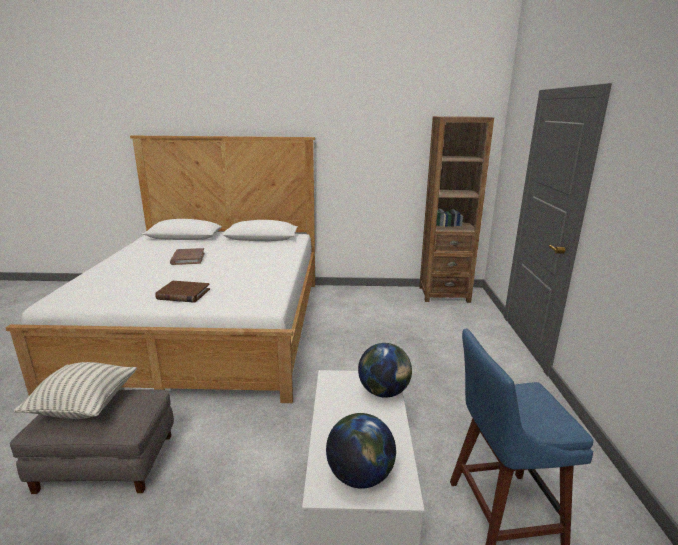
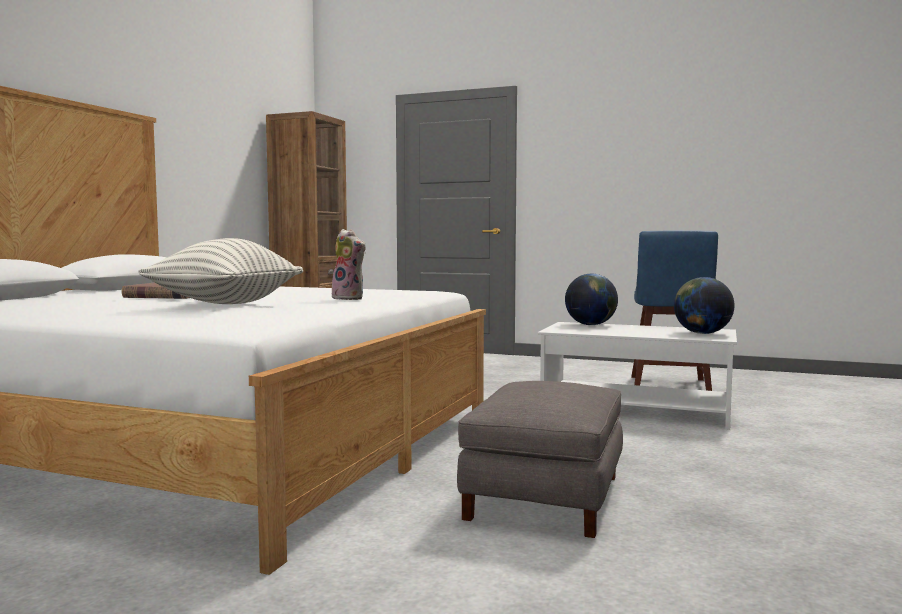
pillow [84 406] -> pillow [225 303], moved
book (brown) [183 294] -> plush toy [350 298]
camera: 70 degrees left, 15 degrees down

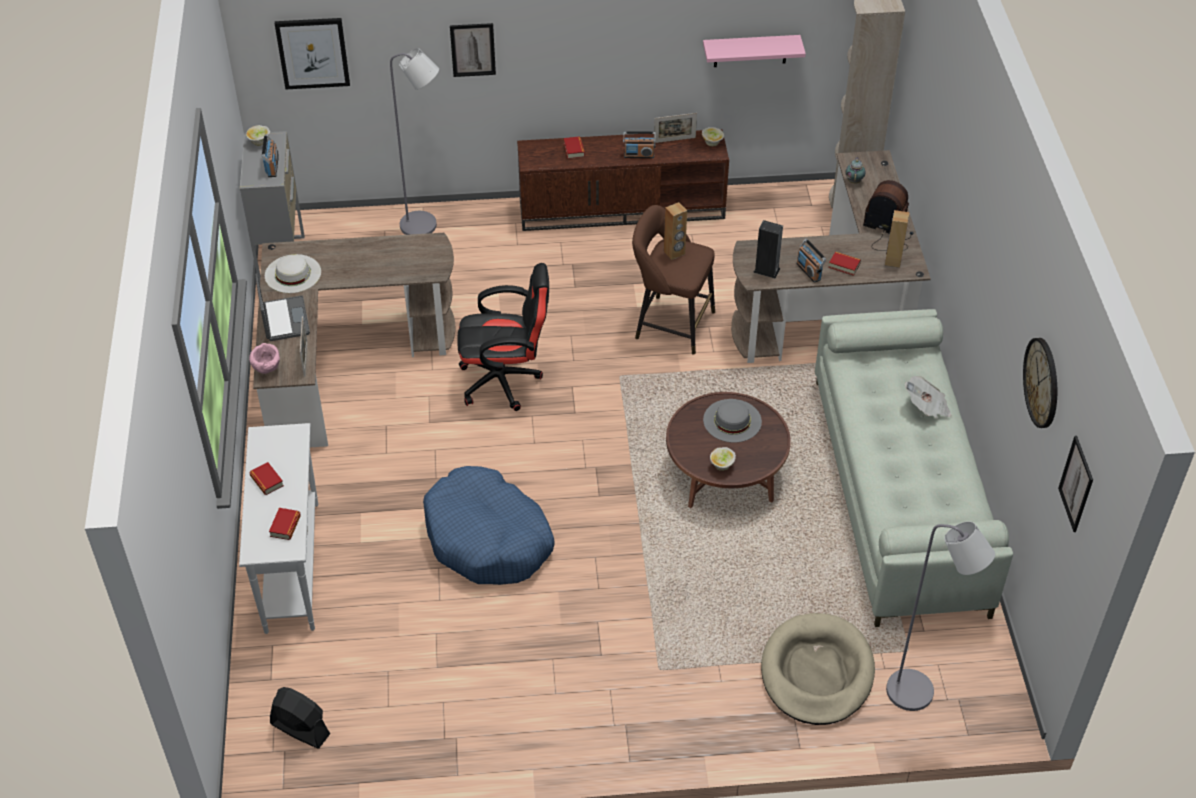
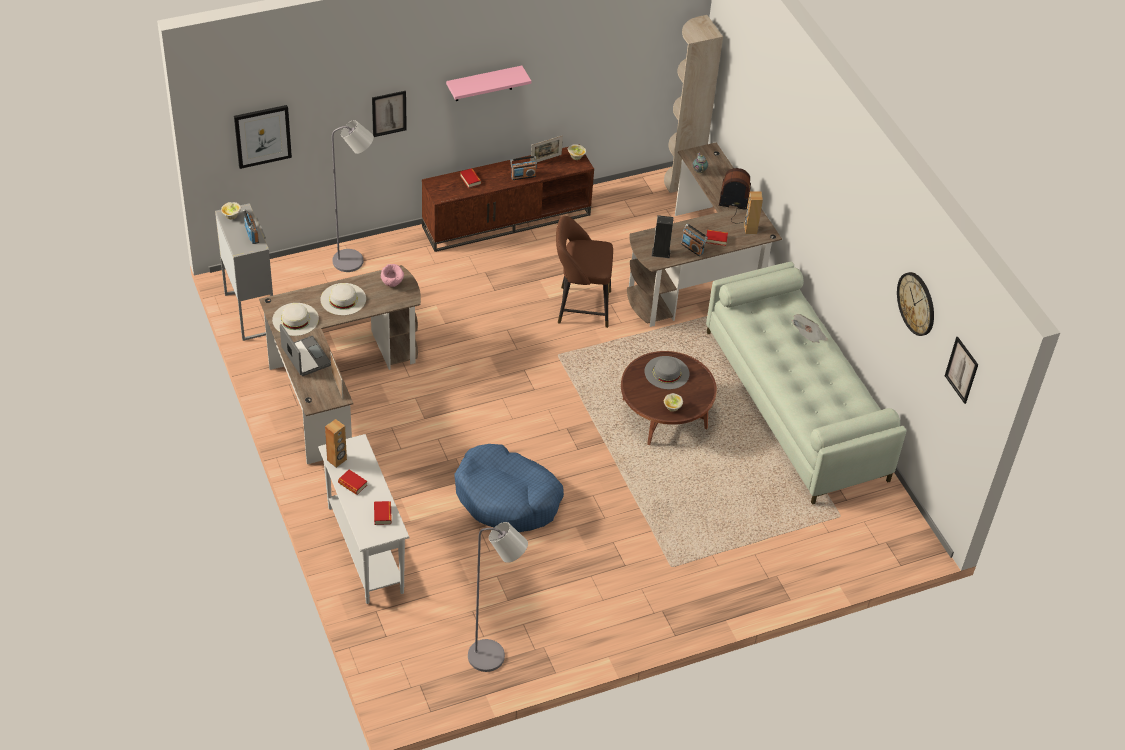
bowl (pink) [267 369] -> bowl (pink) [392 283], moved
fan (black) [300 729] -> none
office chair (black) [506 382] -> none
speaker (brown) [674 253] -> speaker (brown) [337 460], moved
shelf (pink) [750 51] -> shelf (pink) [484 83], moved
dog bed (beige) [816 672] -> none
floor lamp (grey) [918 695] -> floor lamp (grey) [493 658], moved
none -> hat (white) [343 299]
camera: 20 degrees left, 0 degrees up

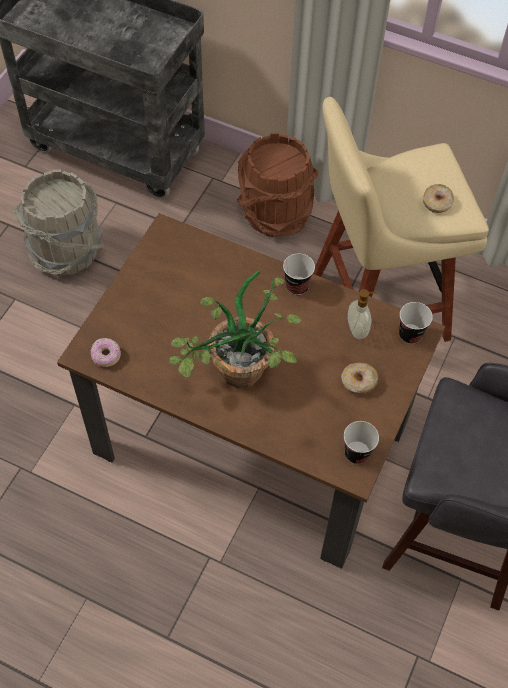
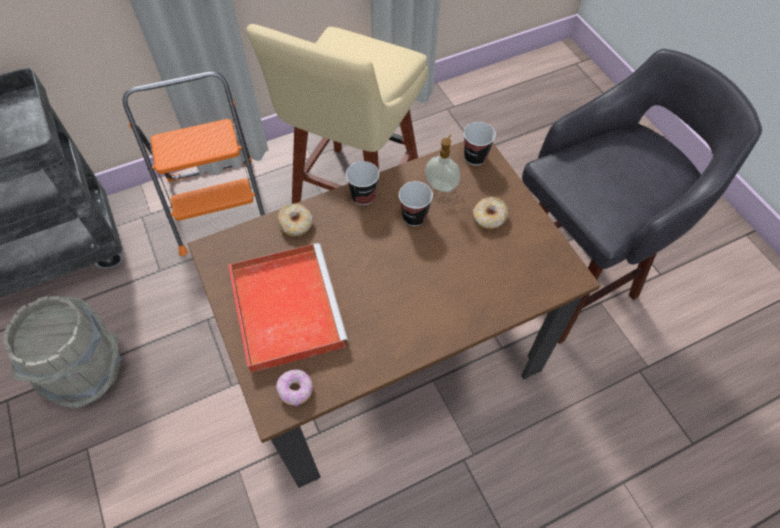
potted plant [235 380] -> none
bucket (brown) [275 214] -> step ladder (orange) [218 201]
cup [357 453] -> cup [414 217], moved
donut [437 203] -> donut [296 224], moved
none -> tray (red) [285 306]
camera: 50 degrees left, 0 degrees up

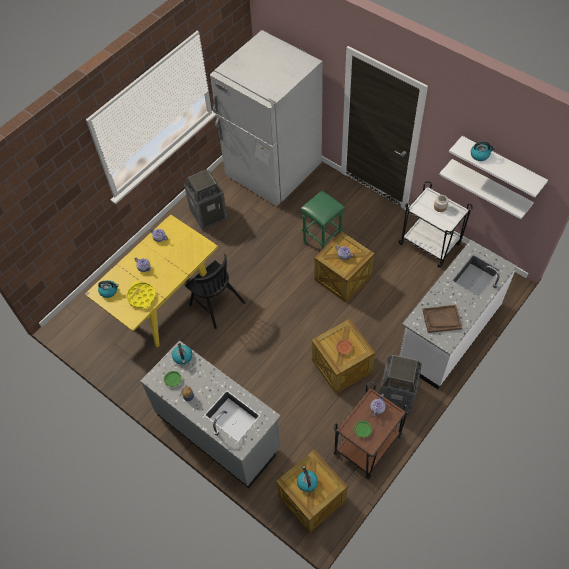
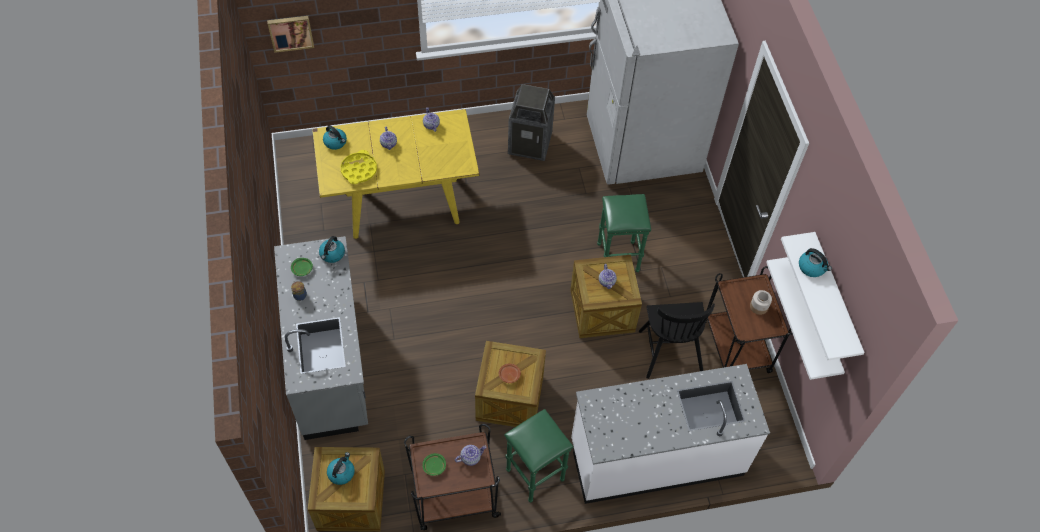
chair (black) [215 302] -> chair (black) [670 348], moved
trash can [396 395] -> stool (green) [535 473]
cart (white) [430 244] -> cart (brown) [735 348]
tray (brown) [441 319] -> none
none -> picture [290 32]
camera: 35 degrees right, 0 degrees up

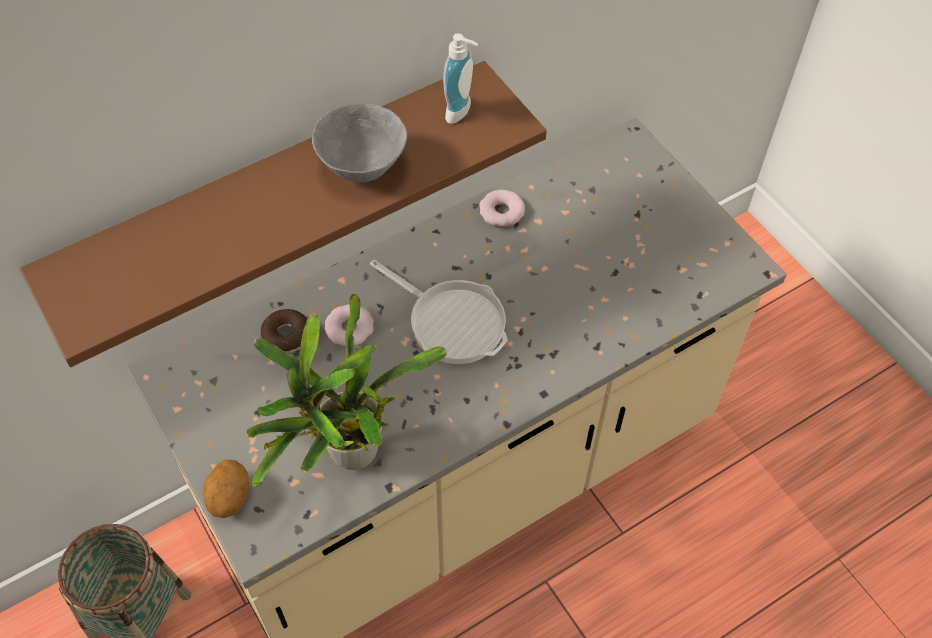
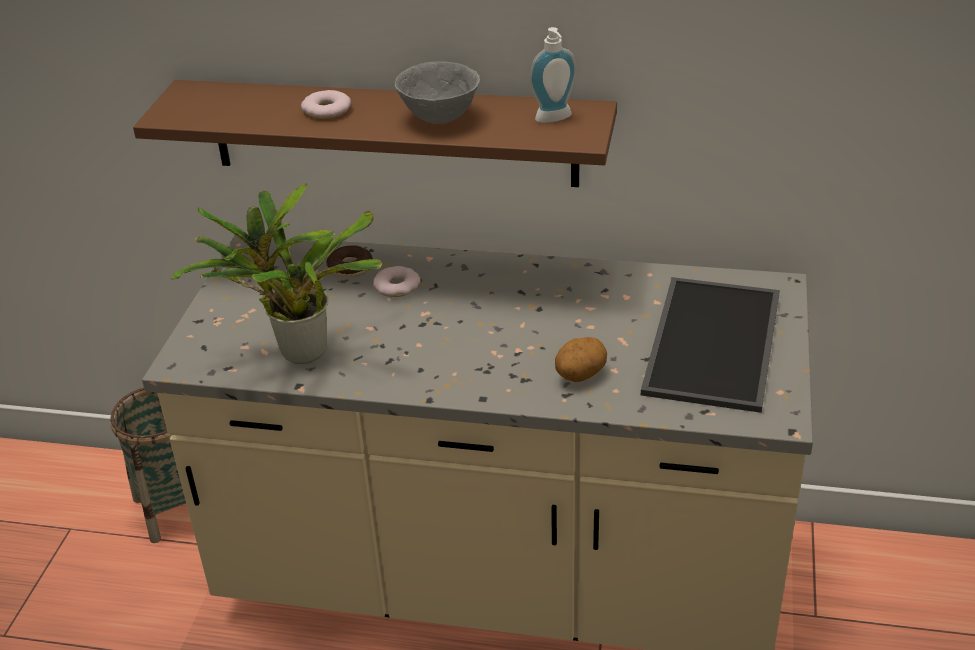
potato [229 497] -> potato [580 375], moved
frying pan [451 321] -> none
donut [501 212] -> donut [326 110], moved
none -> tray [716 344]
camera: 45 degrees right, 20 degrees down

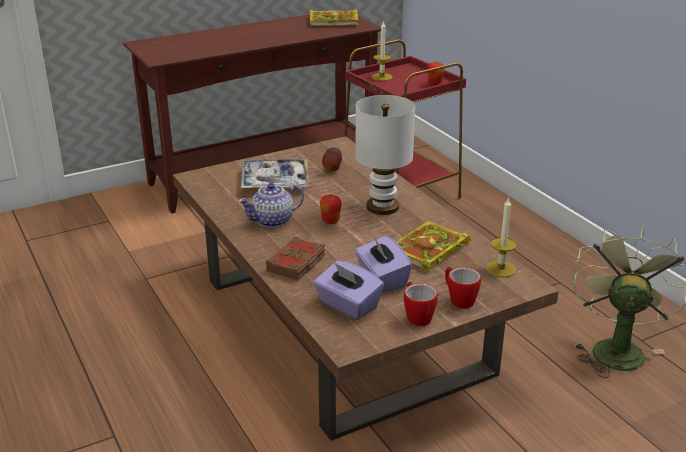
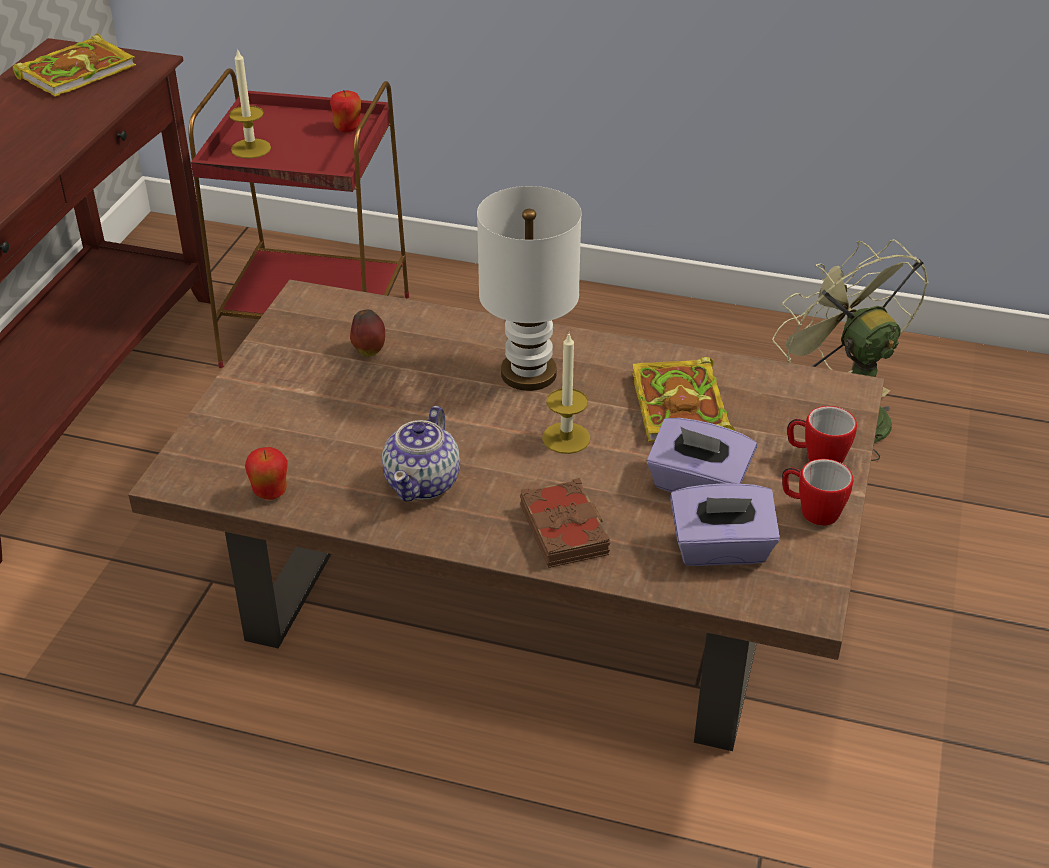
tray [274 181] -> none
apple [330 221] -> apple [270 493], moved
candle [500 269] -> candle [566 438], moved
camera: 45 degrees left, 10 degrees up

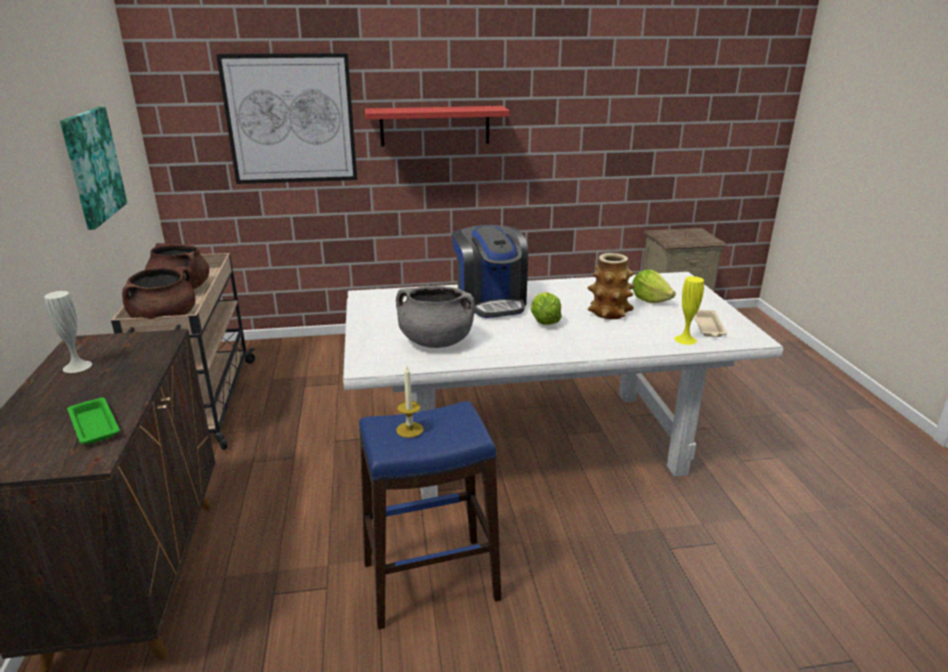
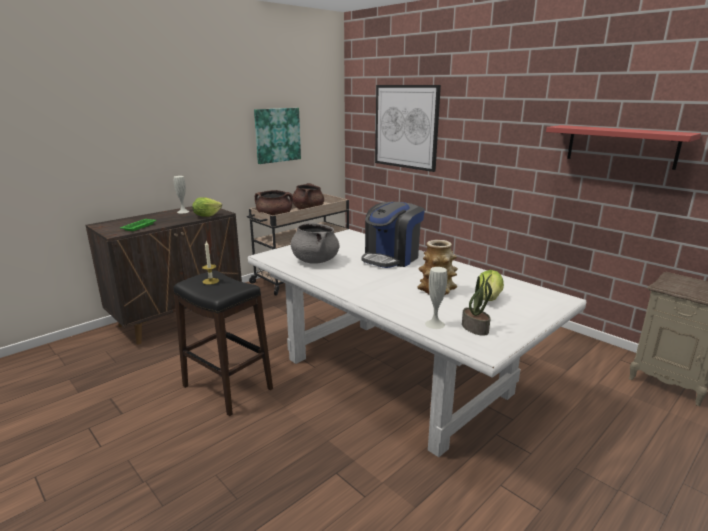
stool (blue) [430 581] -> stool (black) [227 387]
shelf (red) [435 126] -> shelf (red) [621 146], moved
lettuce [544 322] -> lettuce [206 216], moved
vase (yellow) [685 339] -> vase (white) [434 324]
tray (beige) [708 327] -> potted plant [475 328]
camera: 55 degrees right, 5 degrees down

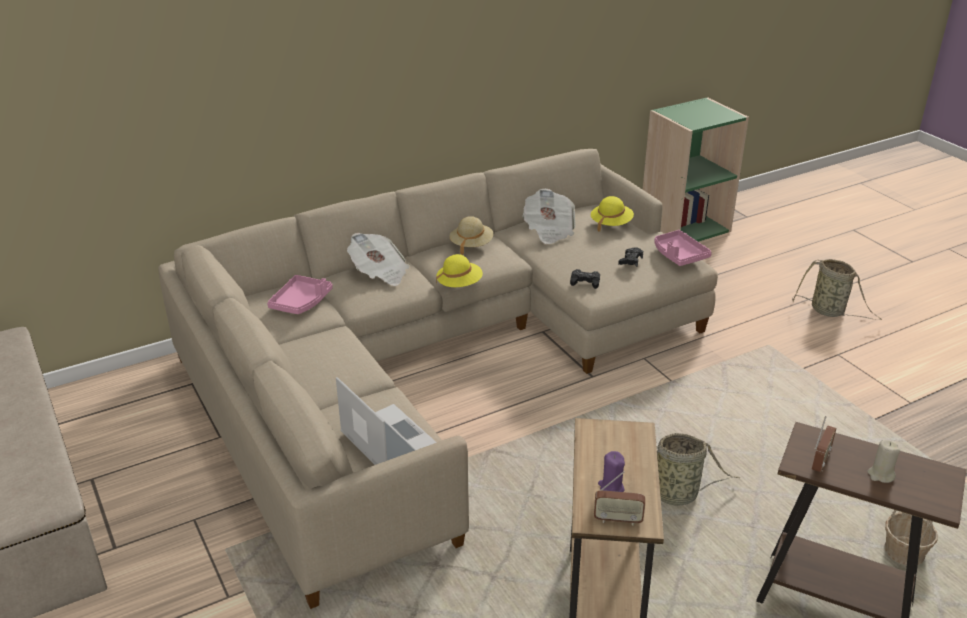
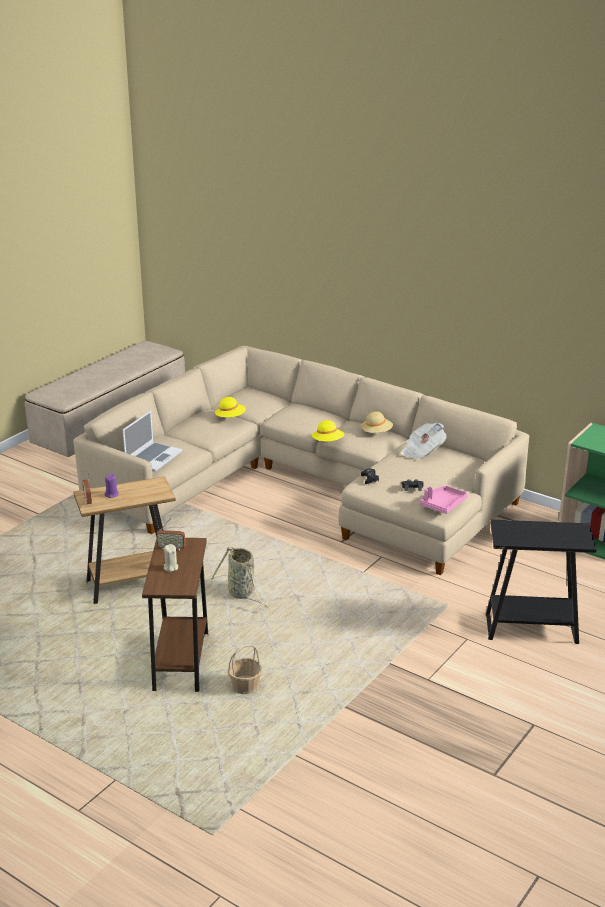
tray (pink) [301 302] -> none
newspaper [379 273] -> none
hat (yellow) [611 224] -> hat (yellow) [230 417], moved
basket [830 311] -> side table (black) [531 629]
camera: 65 degrees right, 5 degrees down

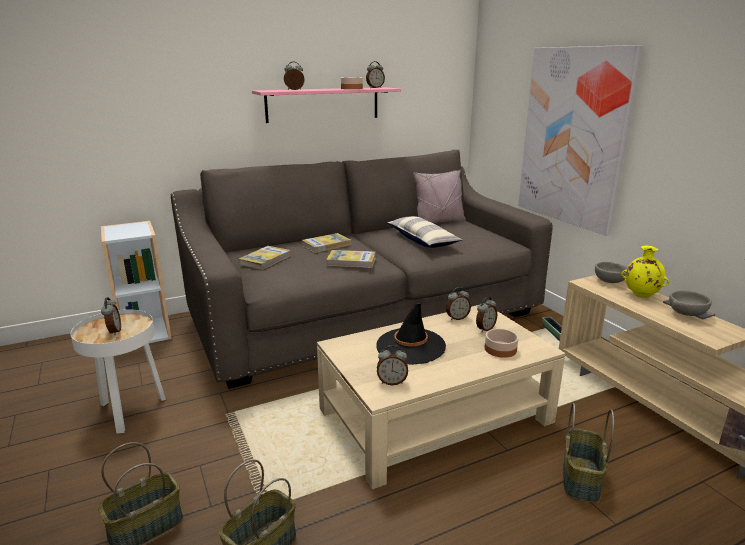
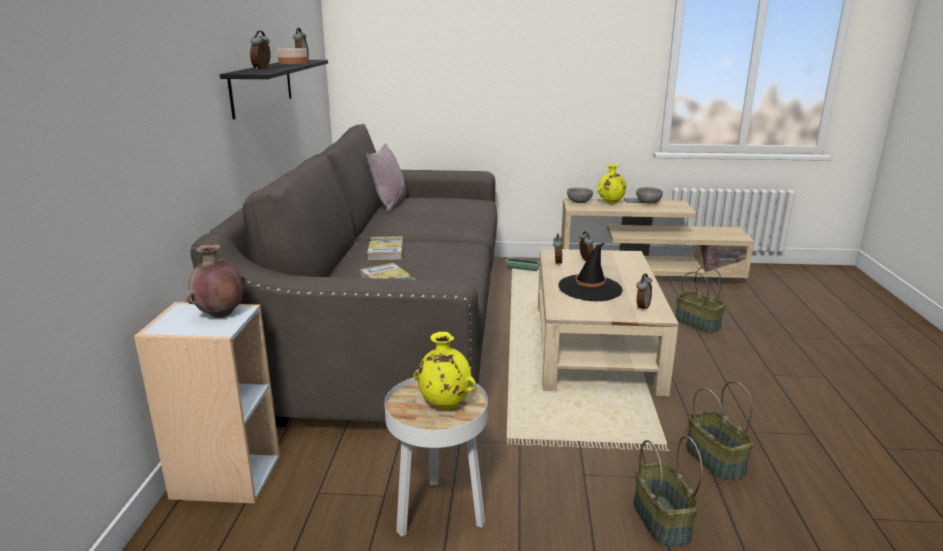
alarm clock [114 331] -> vase (yellow) [444 404]
shelf (pink) [323 104] -> shelf (black) [262 86]
book [351 261] -> none
pillow [422 240] -> none
bowl [500 349] -> none
picture [573 137] -> none
none -> vase (brown) [220 314]
camera: 60 degrees left, 0 degrees up

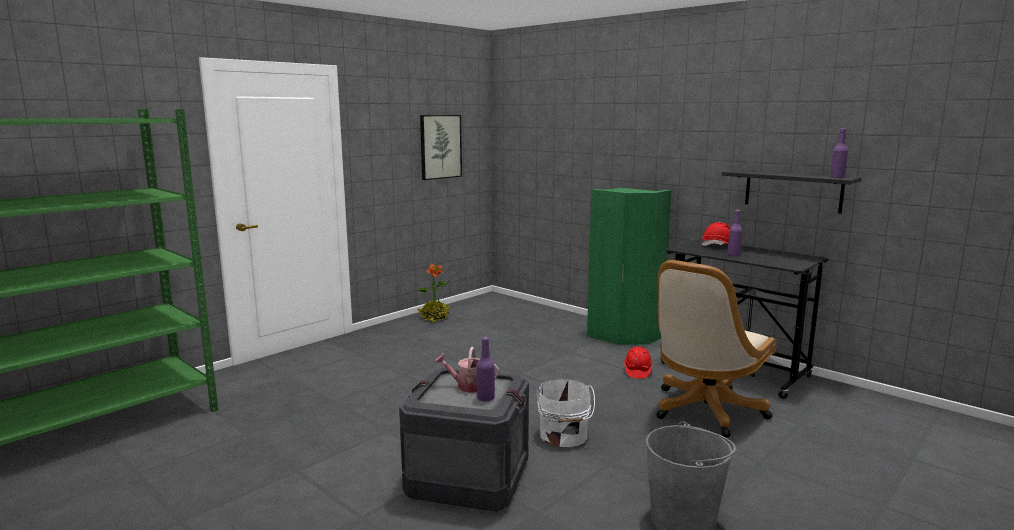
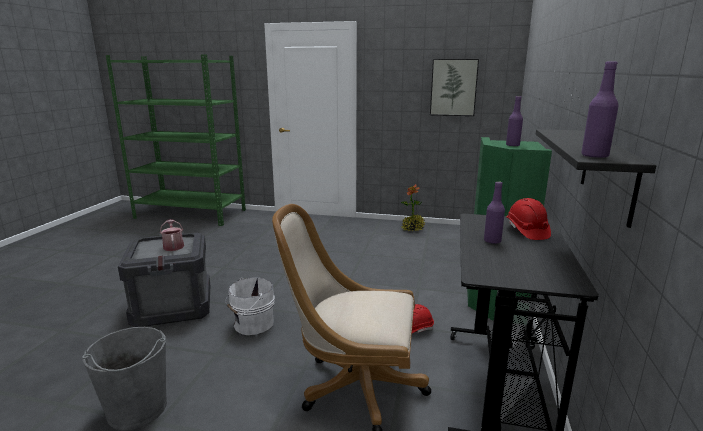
bottle (purple) [485 398] -> bottle (purple) [512 145], moved
camera: 60 degrees right, 5 degrees up

